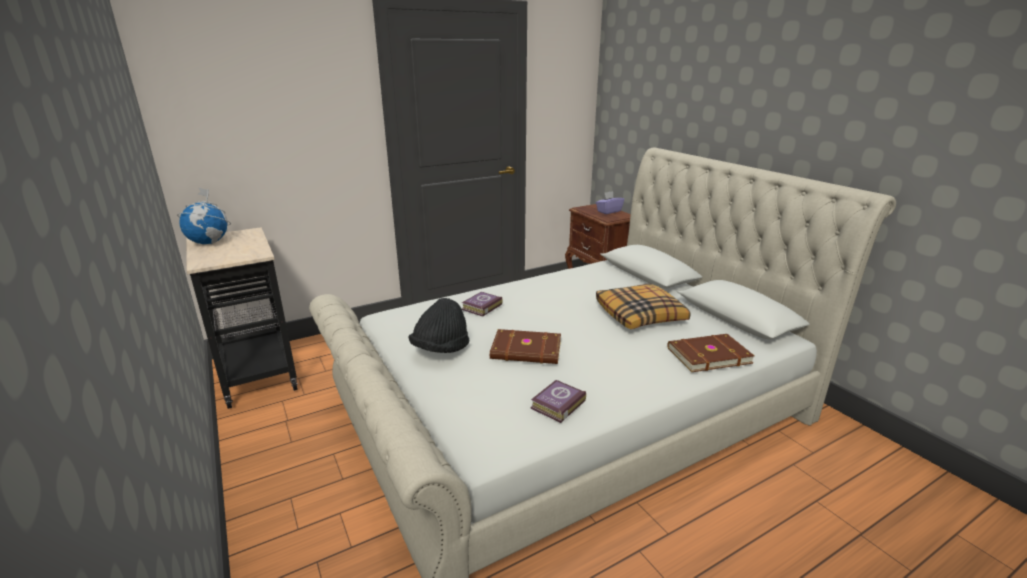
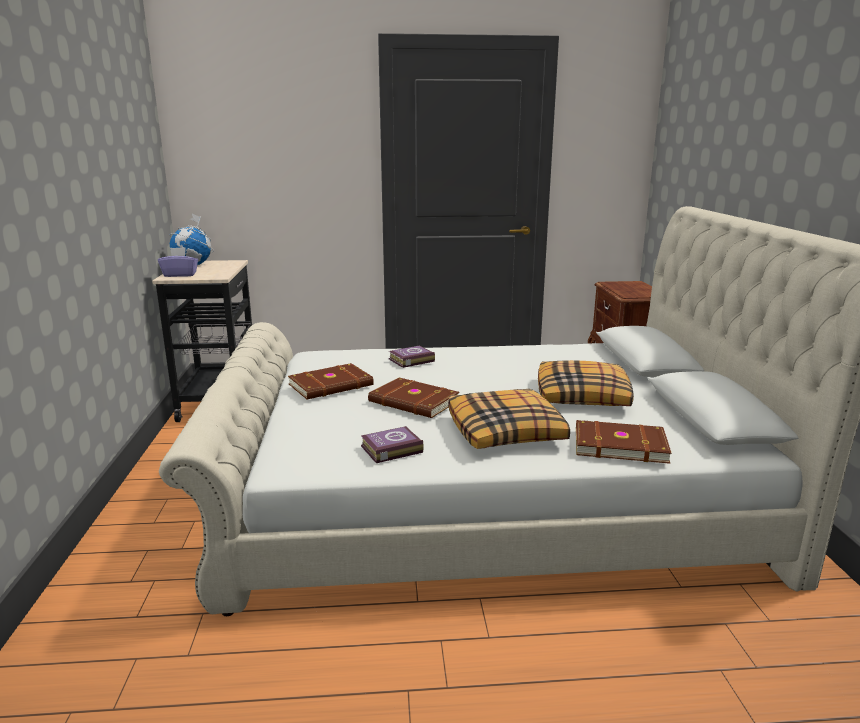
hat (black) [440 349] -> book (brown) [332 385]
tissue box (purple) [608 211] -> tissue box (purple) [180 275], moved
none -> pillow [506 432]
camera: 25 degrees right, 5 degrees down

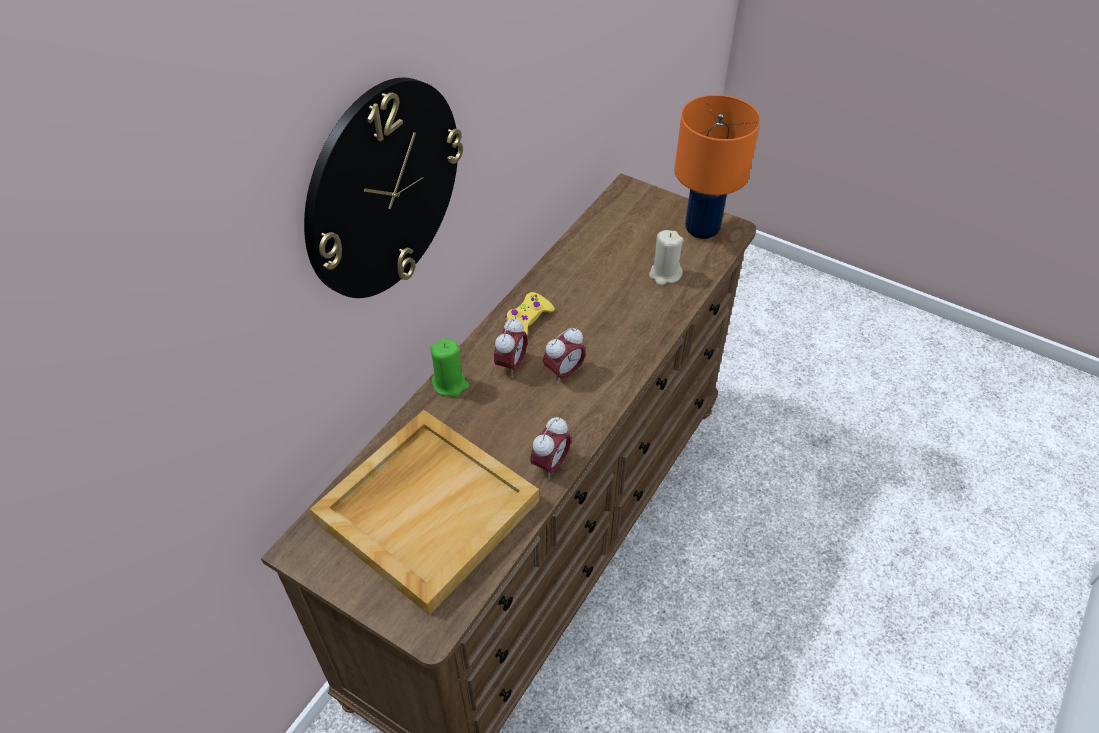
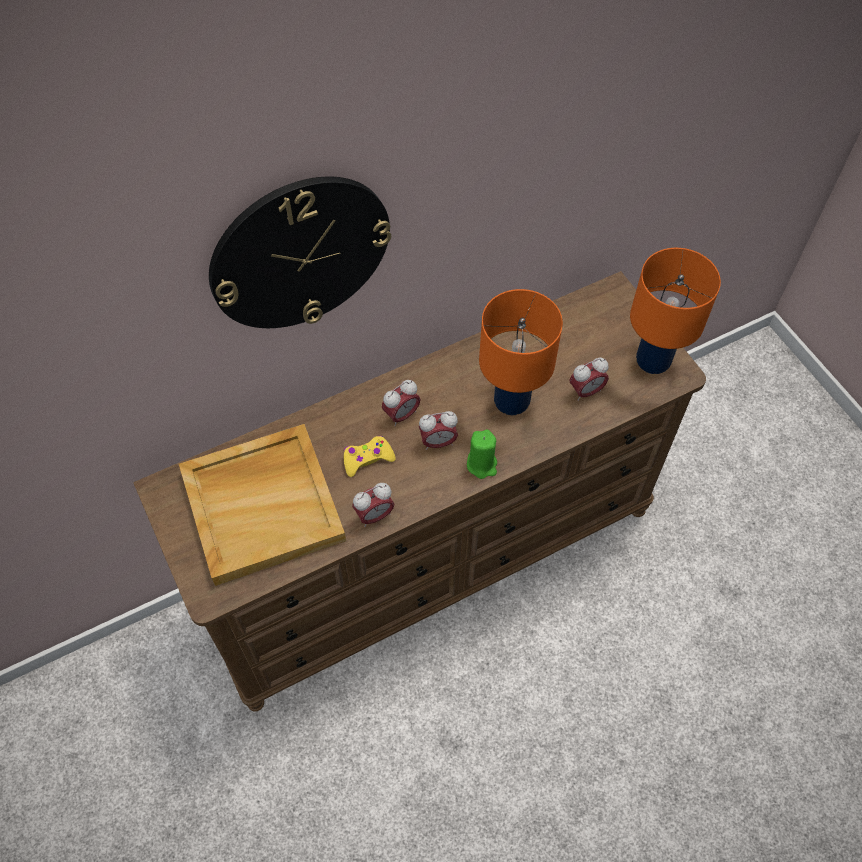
candle (green) [450 384] -> candle (green) [482 464], moved
game controller (yellow) [528 319] -> game controller (yellow) [367 459], moved
candle (beige) [665 274] -> alarm clock [586 391]
none -> table lamp (orange) [509 401]
camera: 30 degrees right, 10 degrees up

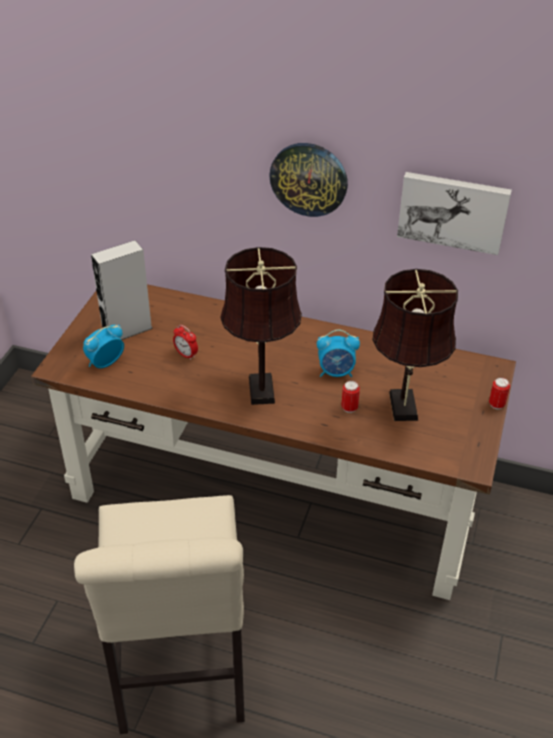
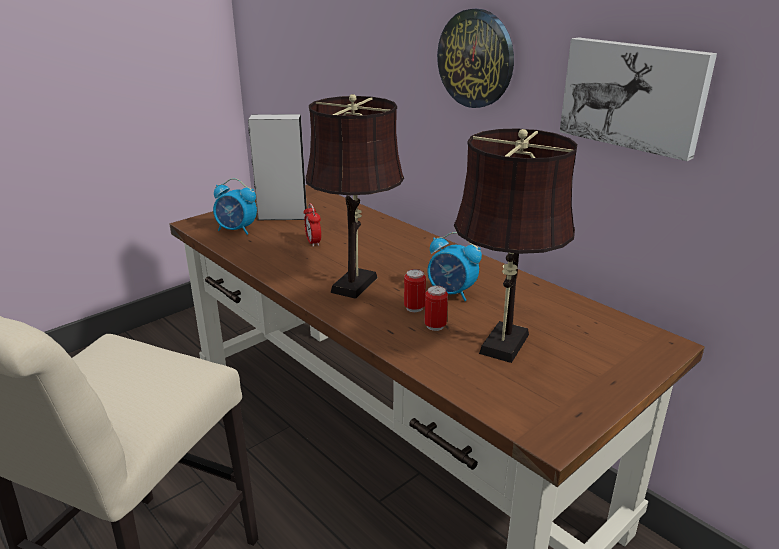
alarm clock [105 363] -> alarm clock [237 230], 150 degrees counterclockwise
can [496 404] -> can [414 308], moved
camera: 30 degrees right, 15 degrees down

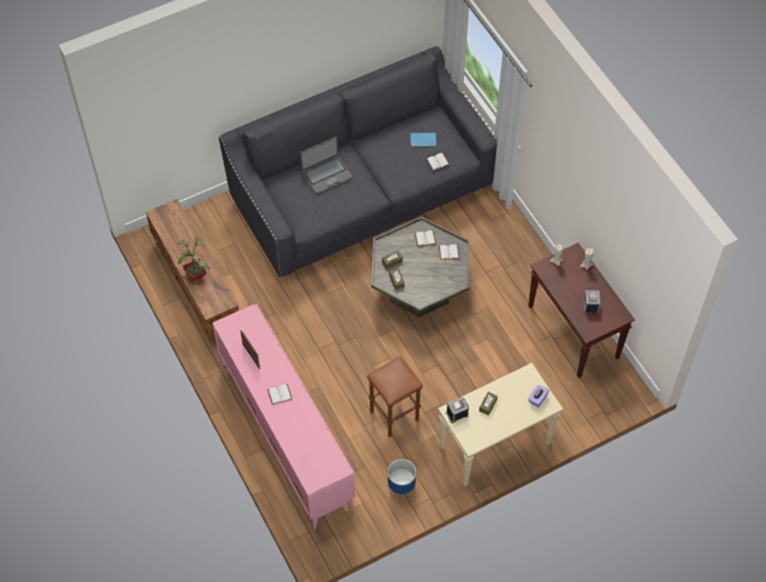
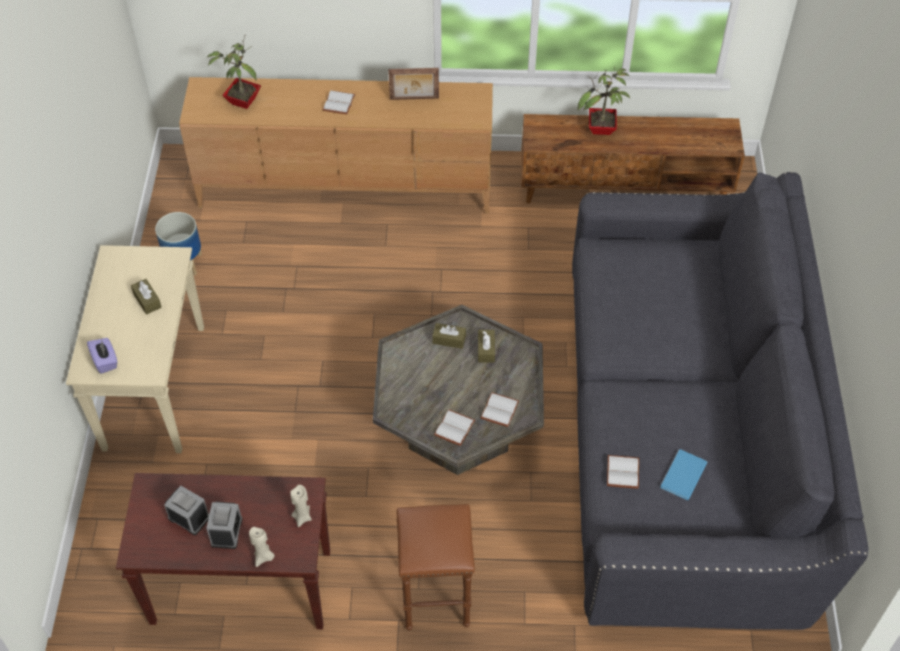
cabinet (pink) [284 434] -> cabinet (brown) [347 188]
laptop [326 175] -> none
stool (brown) [395 415] -> stool (brown) [434 601], moved
alarm clock [457 413] -> alarm clock [226 531], moved
none -> potted plant [242 101]
camera: 120 degrees right, 5 degrees down

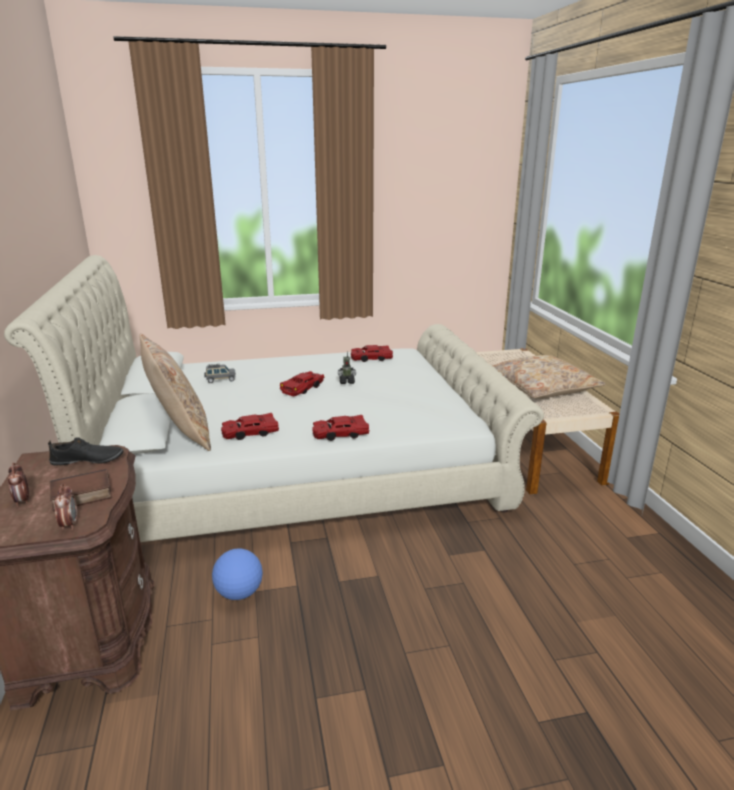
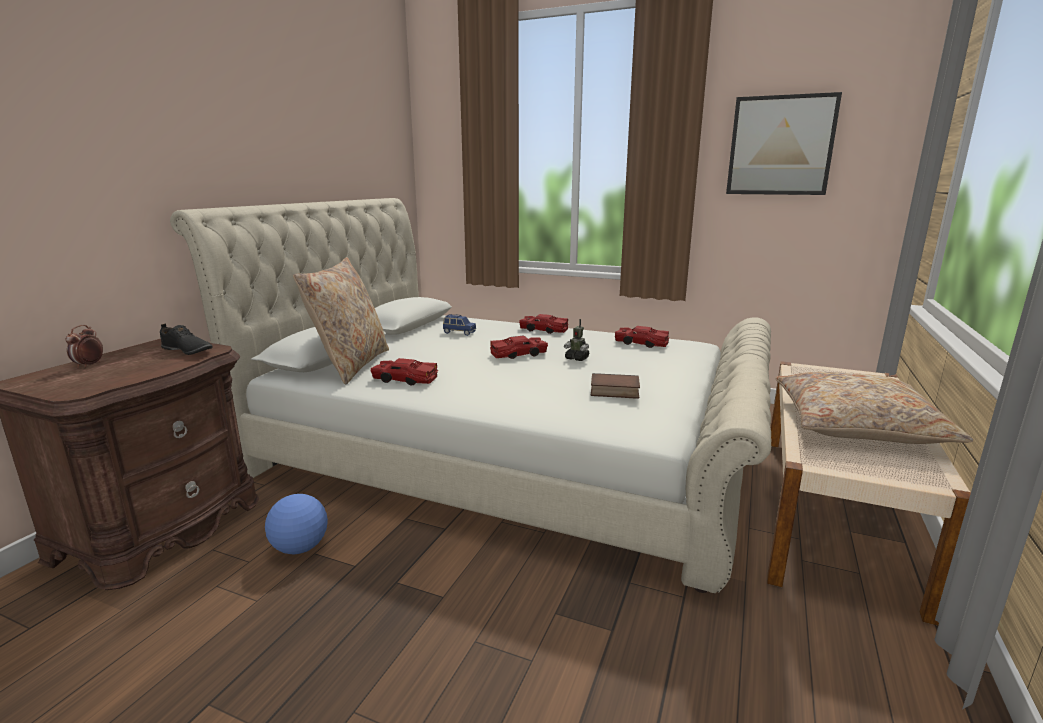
book [81 496] -> book [613 391], moved
alarm clock [69 524] -> none
toy car (grey) [220 380] -> toy car (blue) [459 332]
toy car (red) [340 434] -> toy car (red) [543 330], moved
none -> picture [780 146]
camera: 35 degrees right, 5 degrees down

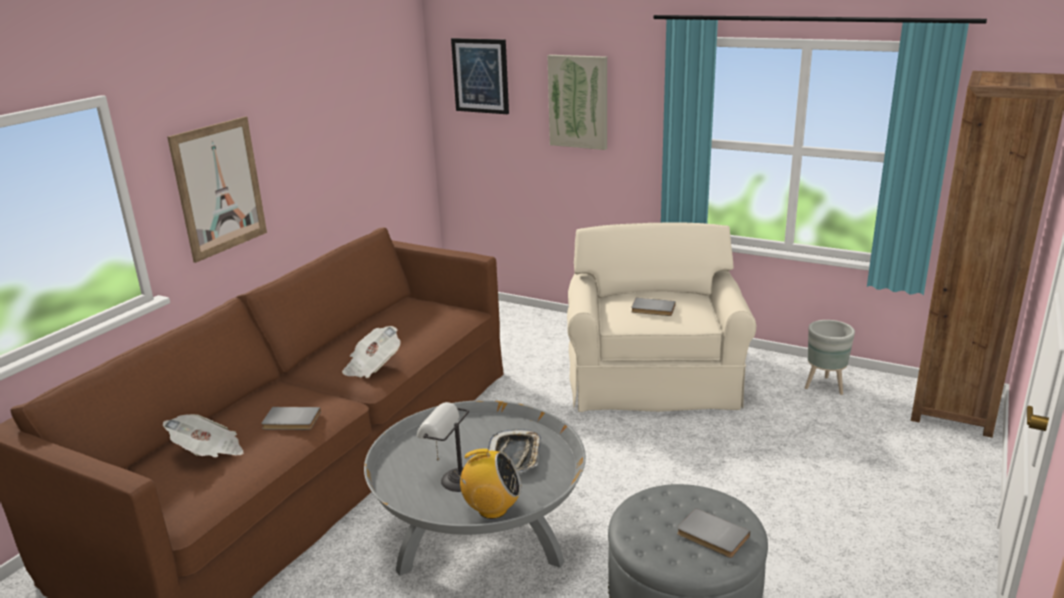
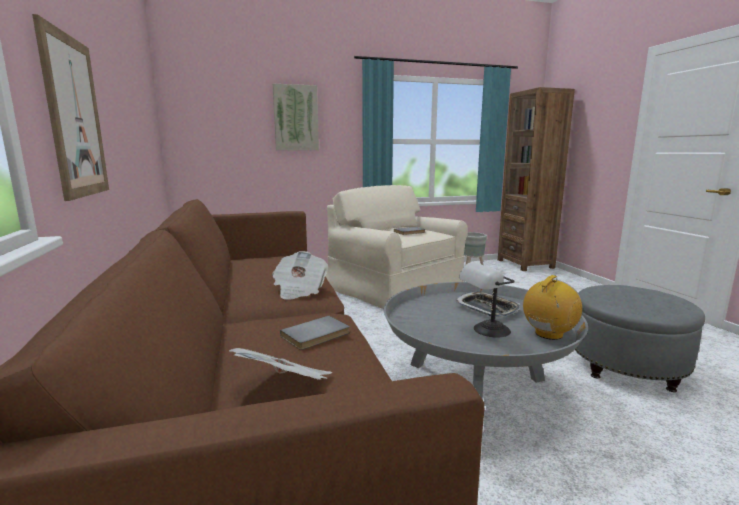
picture [480 76] -> none
book (grey) [711 536] -> none
camera: 45 degrees left, 10 degrees down

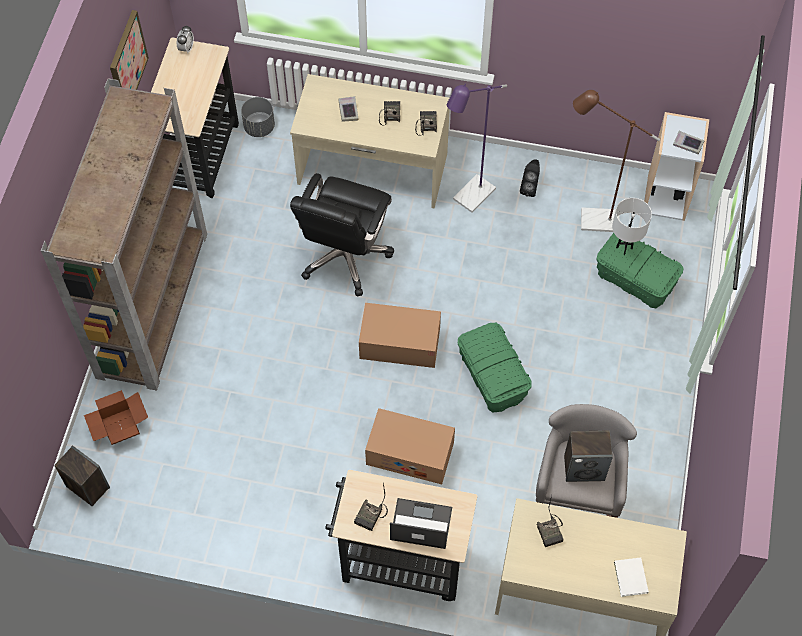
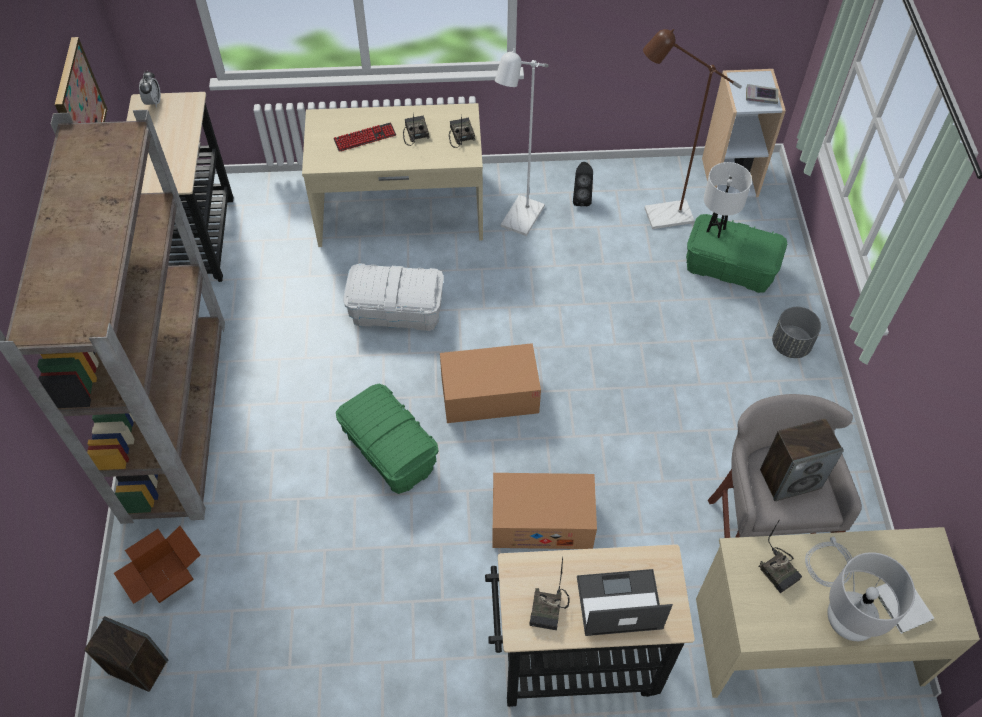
planter (grey) [259 127] -> planter (grey) [791 345], moved
office chair (black) [345 255] -> storage box (white) [396 311]
book [348 110] -> keyboard [365 138]
floor lamp (purple) [469 199] -> floor lamp (white) [519 223]
storage box (green) [492 377] -> storage box (green) [390 451], moved
none -> table lamp (white) [840 599]
camera: 15 degrees left, 5 degrees down

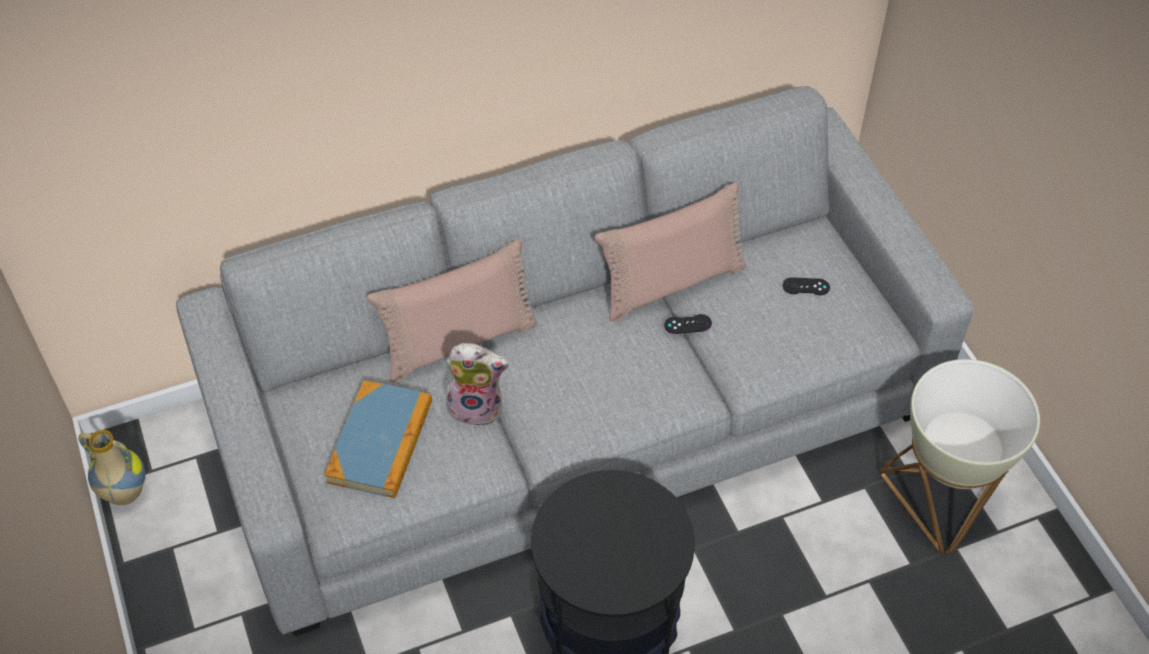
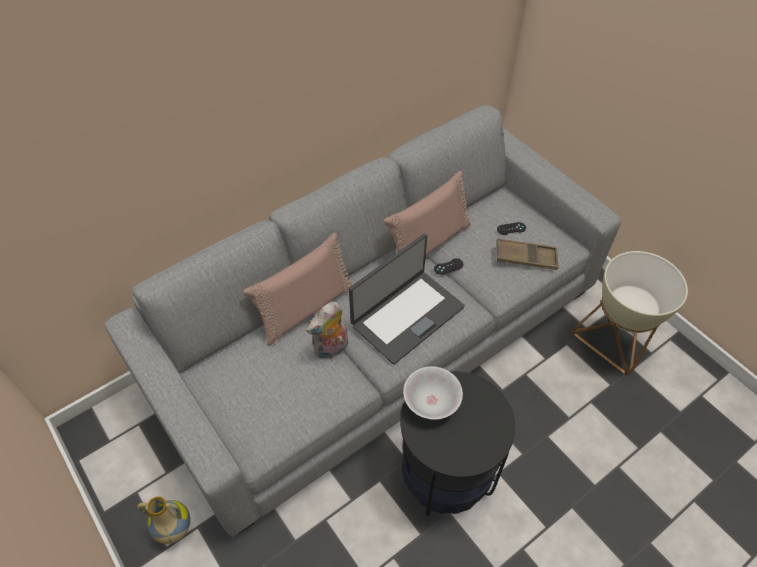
vase [124 494] -> vase [175 531], moved
book [380 442] -> none
plush toy [477 407] -> plush toy [331 350], 150 degrees clockwise
none -> laptop [406 315]
none -> bowl (white) [431 402]
none -> tray (brown) [526 257]
camera: 15 degrees left, 0 degrees up

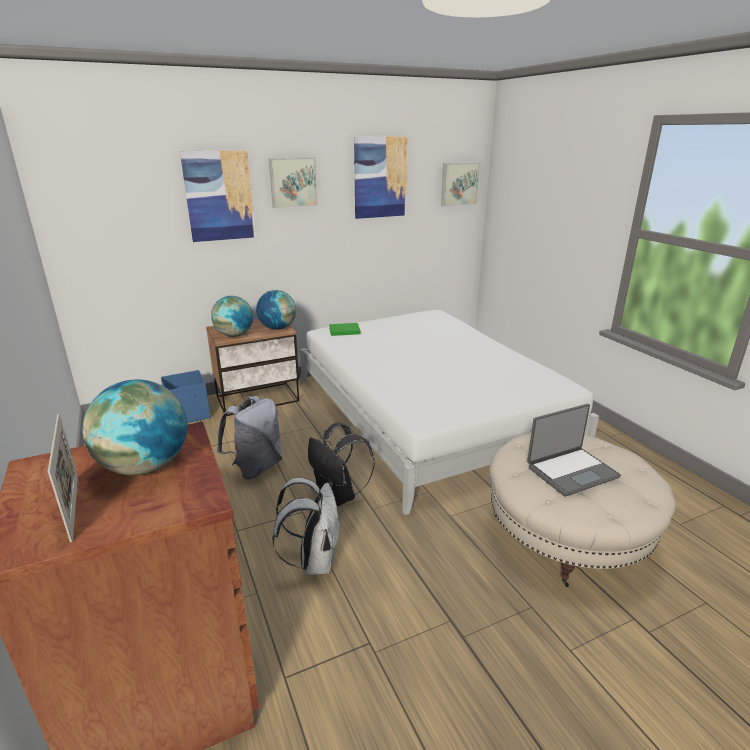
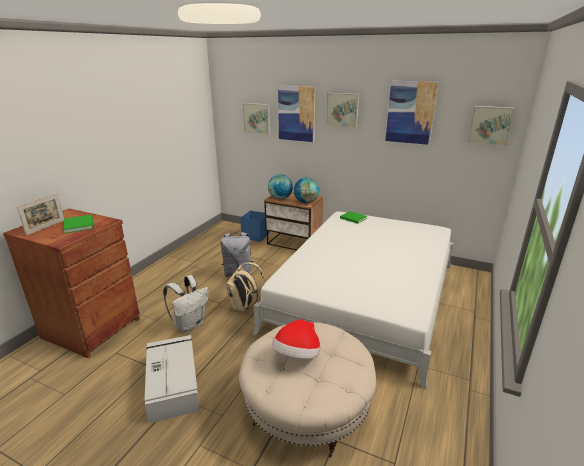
globe [146 466] -> book (green) [79 225]
backpack (black) [338 496] -> backpack (beige) [244 306]
laptop [571 471] -> hat [297 356]
none -> storage box (grey) [173 383]
none -> picture [257 118]
camera: 50 degrees right, 0 degrees up

